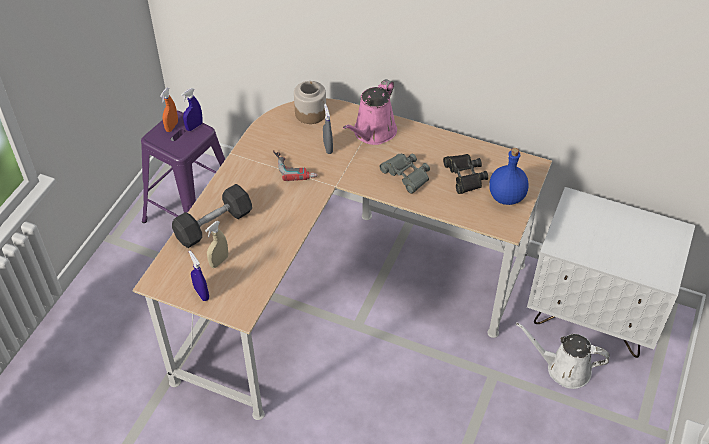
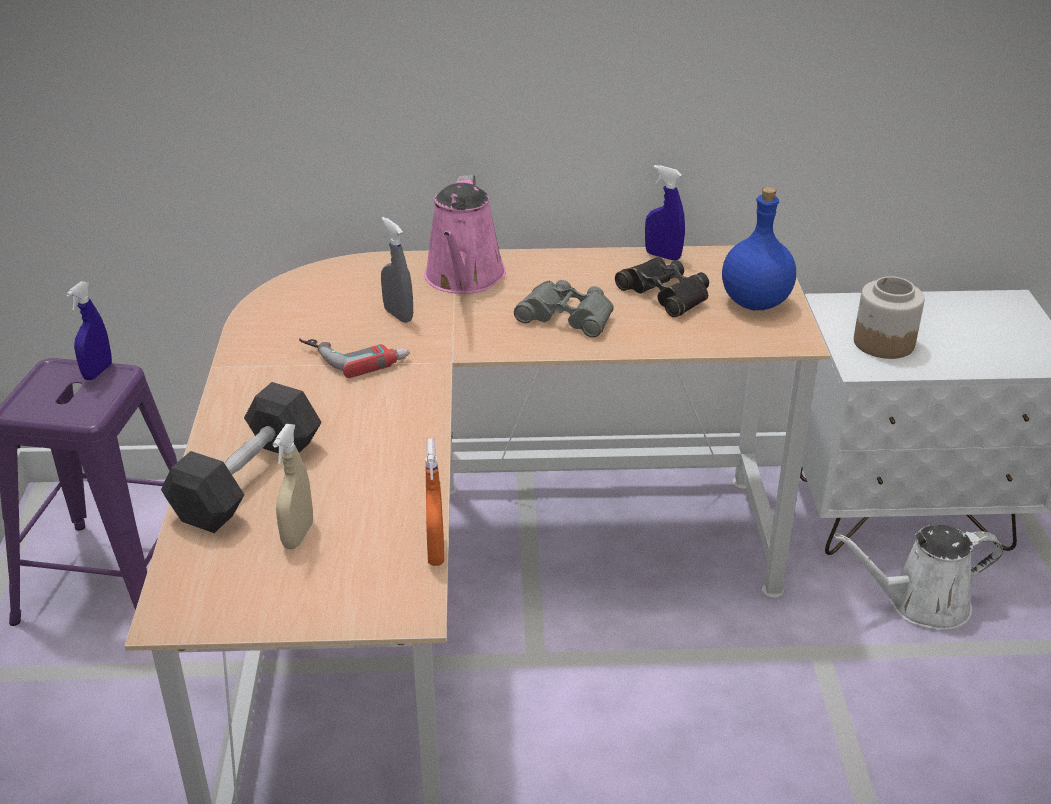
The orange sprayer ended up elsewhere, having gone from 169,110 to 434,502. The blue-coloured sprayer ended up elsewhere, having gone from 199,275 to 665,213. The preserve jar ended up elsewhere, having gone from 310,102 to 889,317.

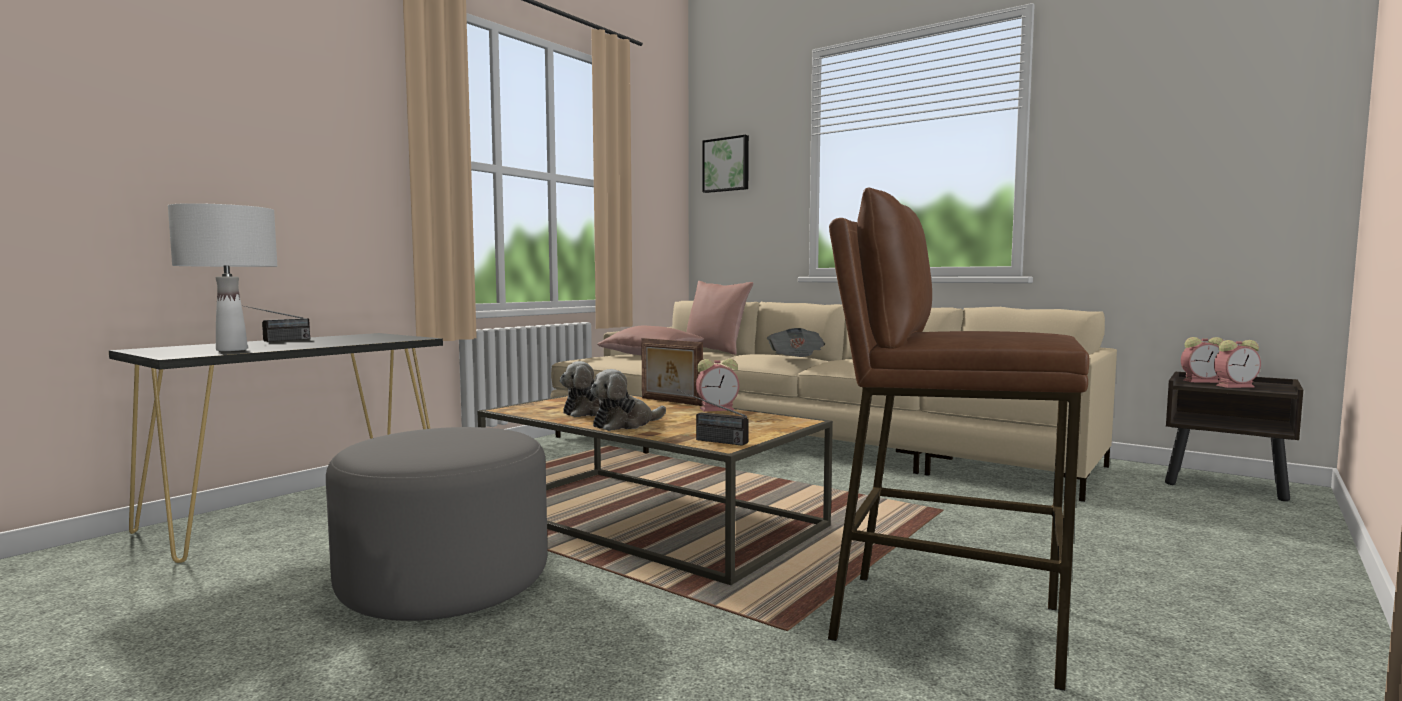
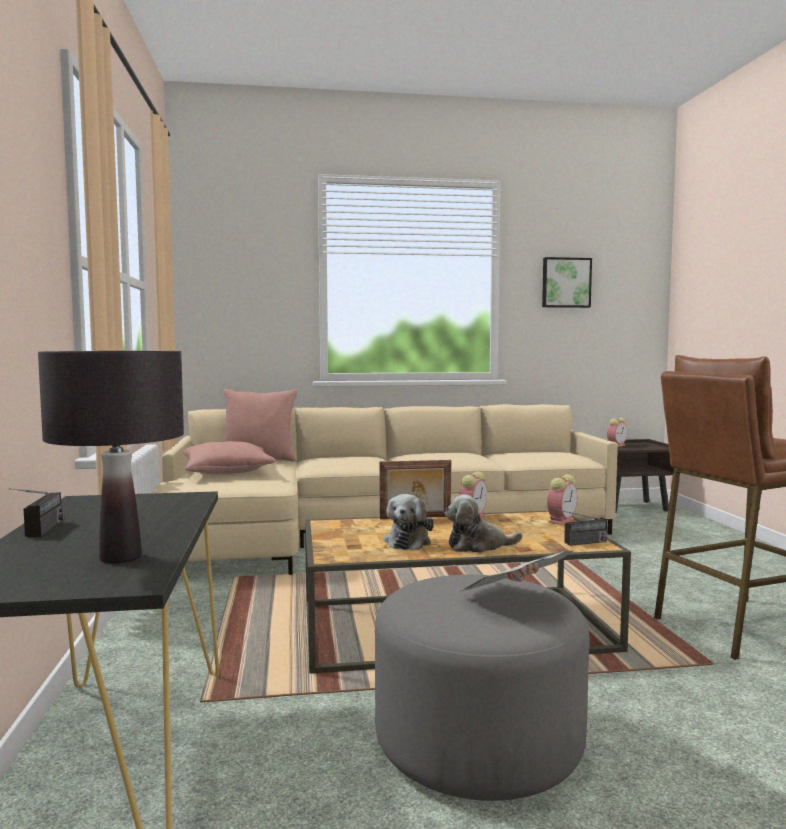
What was the whitish table lamp at 222,277 turned into the blackish table lamp at 111,457. The soft toy at 628,400 ended up facing another way, 75 degrees clockwise from before. The wall art ended up elsewhere, having gone from 726,164 to 567,282. The daily paper ended up elsewhere, having gone from 796,342 to 517,571. The alarm clock ended up elsewhere, having gone from 1237,364 to 562,499.

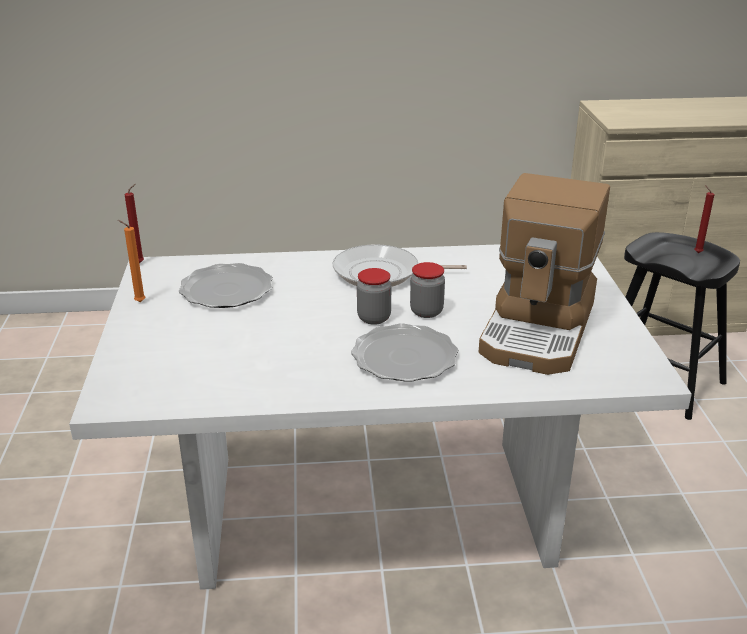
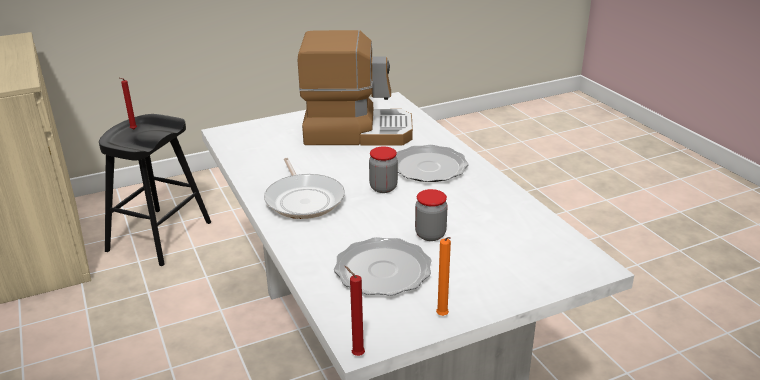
The preserve jar ended up elsewhere, having gone from 427,290 to 431,215.

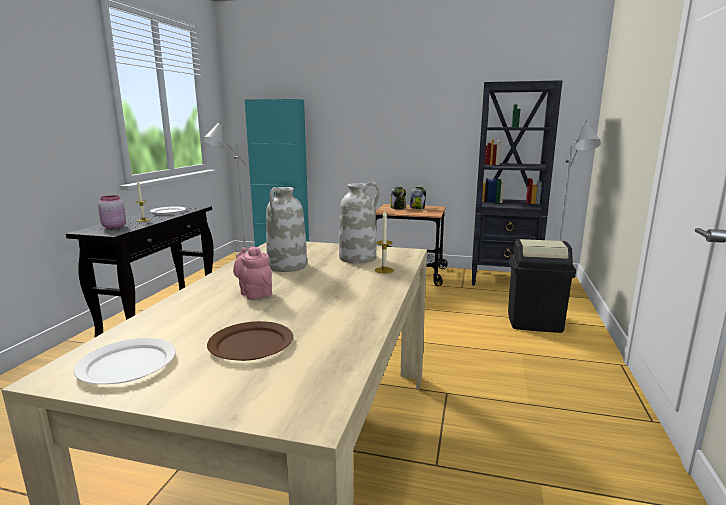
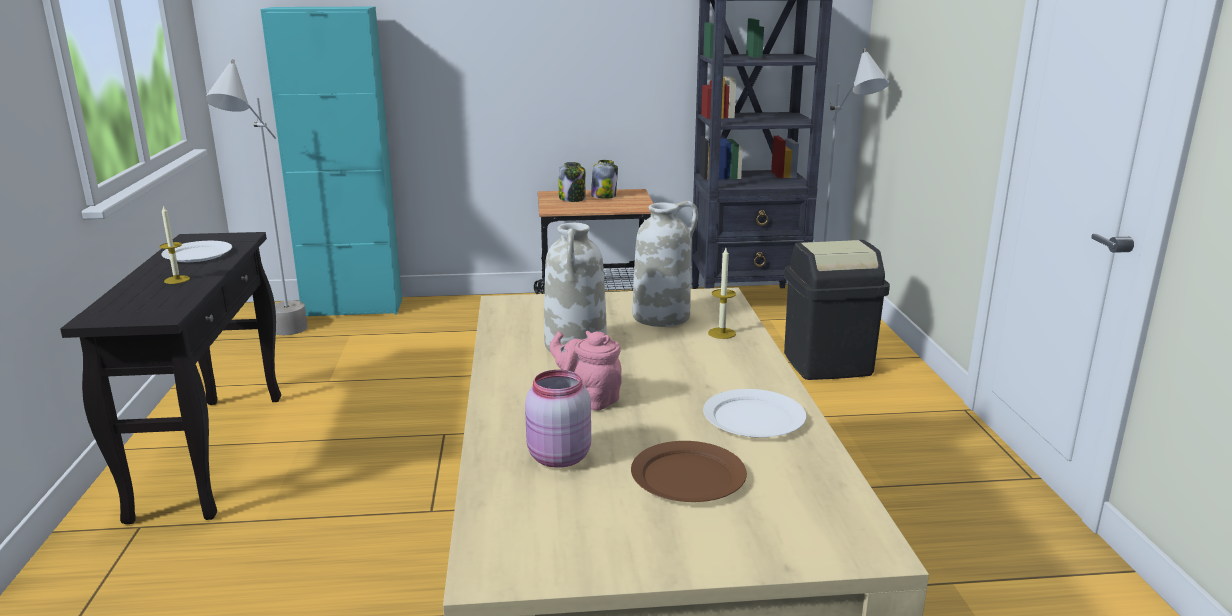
The whitish flat dish ended up elsewhere, having gone from 125,361 to 754,413. The pink preserve jar ended up elsewhere, having gone from 112,212 to 558,419.

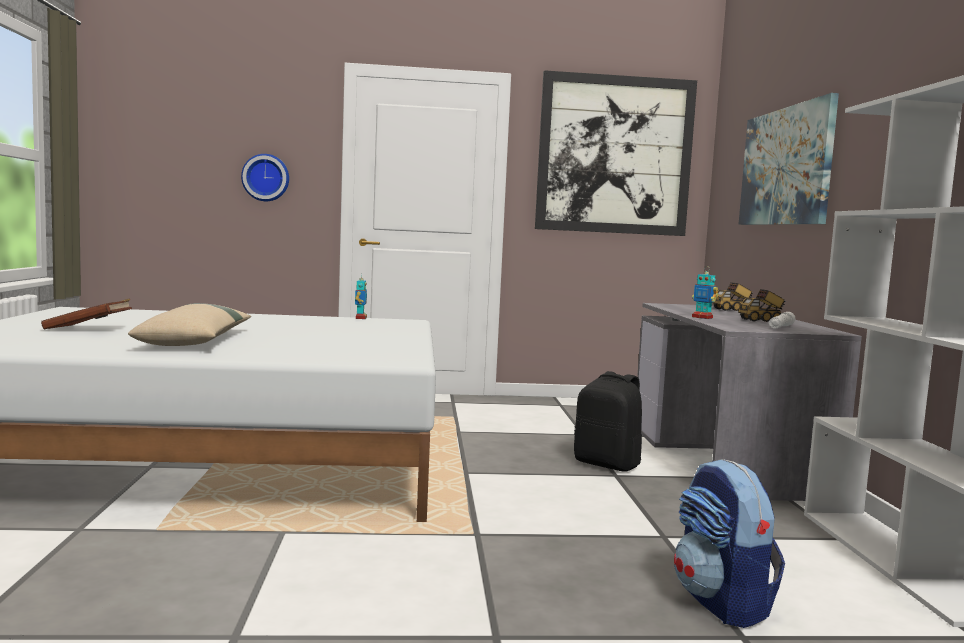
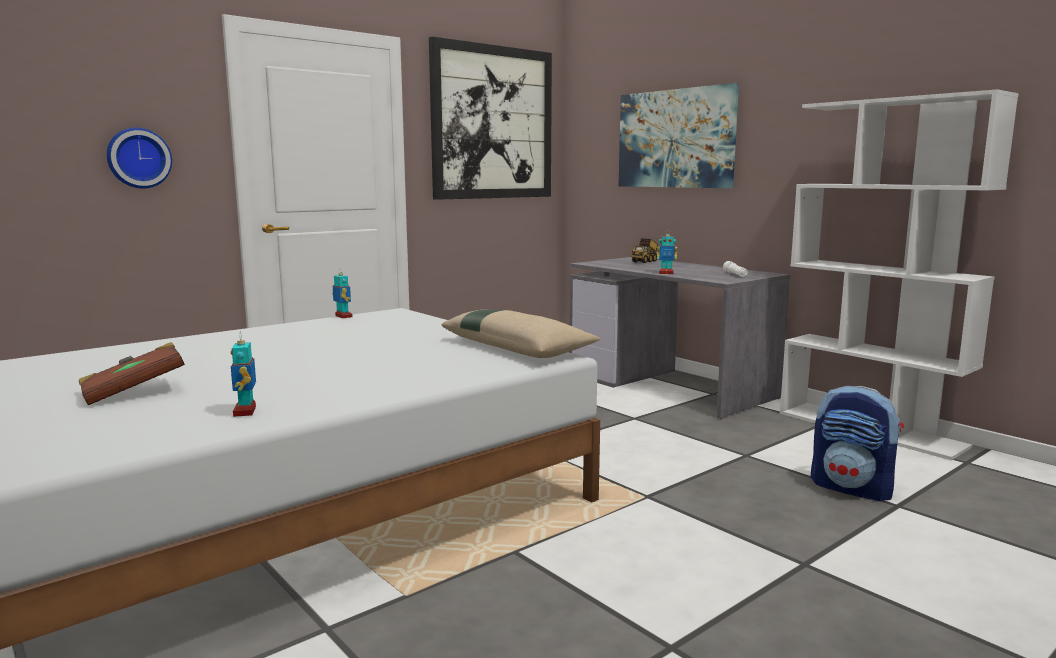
The beige cushion ended up elsewhere, having gone from 189,324 to 521,333. The second view lost the blackish backpack at 608,421. The second view lost the toy lorry at 762,305. The second view gained the model robot at 243,378.

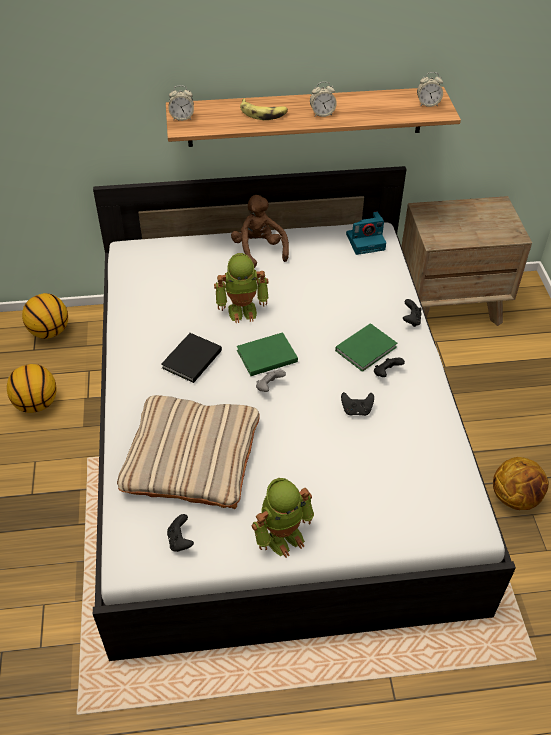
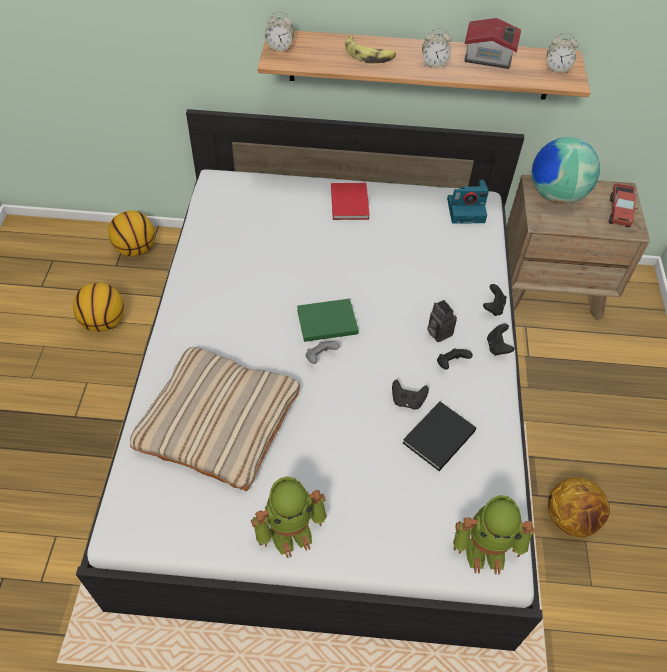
The blackish bound book ended up elsewhere, having gone from 191,358 to 439,436. The blackish game controller ended up elsewhere, having gone from 180,533 to 501,340. The model robot ended up elsewhere, having gone from 241,288 to 494,535. Where the brownish soft toy stood at 260,231, the red bound book came to stand at 350,201. Where the green-coloured bound book stood at 366,347, the still camera came to stand at 442,321. The second view gained the toy house at 492,43. The second view gained the globe at 566,170. The second view gained the toy lorry at 623,205.

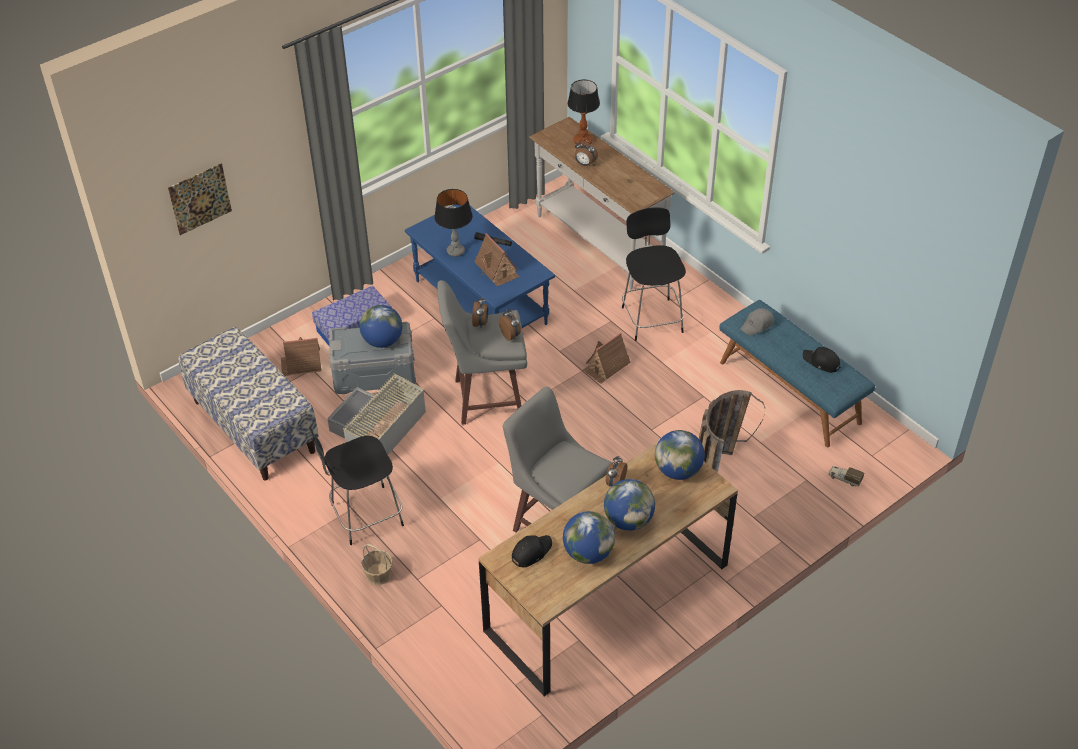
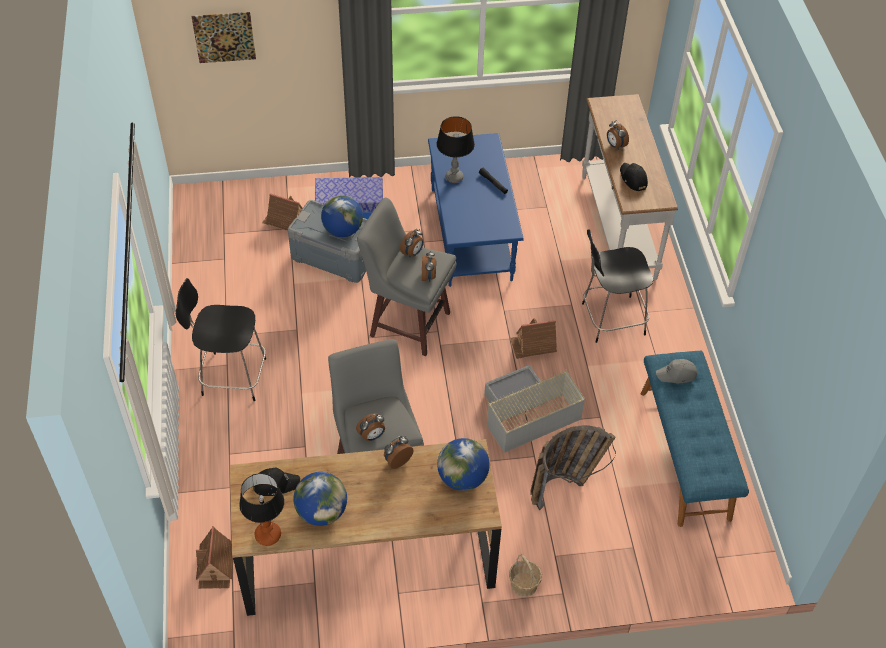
The second view lost the indoor bench at 248,404. The gray storage box ended up elsewhere, having gone from 376,414 to 534,409. The storage basket ended up elsewhere, having gone from 377,564 to 525,575. The toy house ended up elsewhere, having gone from 497,260 to 215,557. The table lamp ended up elsewhere, having gone from 583,112 to 261,509. The second view lost the globe at 629,505. The blackish upright chair at 654,274 ended up facing another way, 120 degrees counterclockwise from before. The blackish baseball cap ended up elsewhere, having gone from 822,360 to 634,177. The second view lost the toy lorry at 846,476. The second view gained the alarm clock at 370,427.

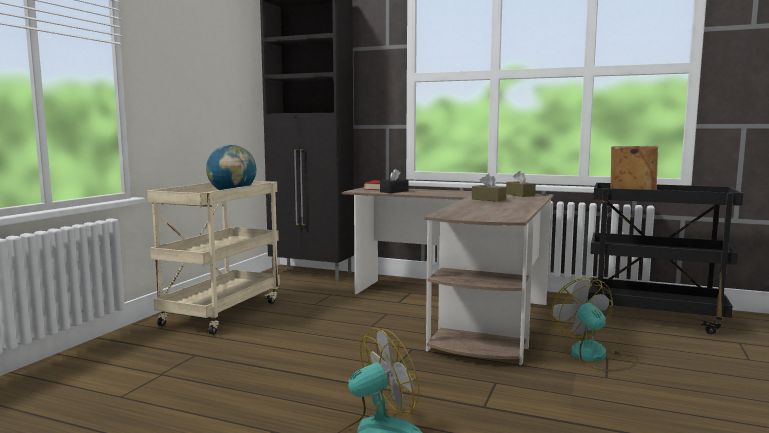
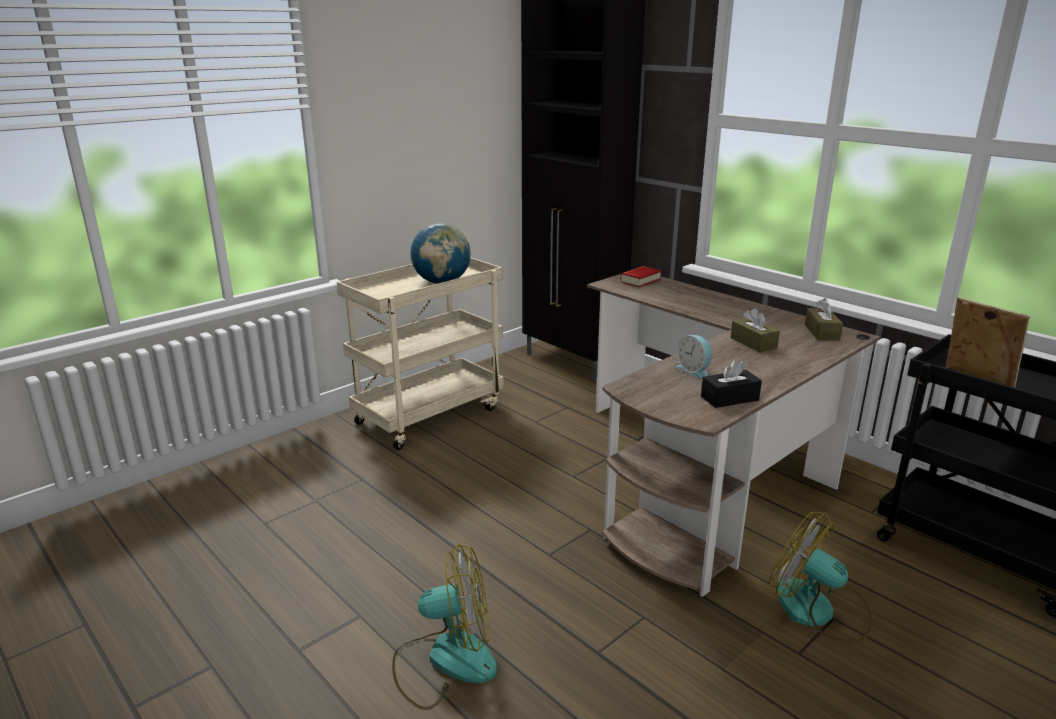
The blackish tissue holder ended up elsewhere, having gone from 394,181 to 731,383. The cooling fan at 595,325 ended up facing another way, 60 degrees counterclockwise from before. The second view gained the alarm clock at 694,357.

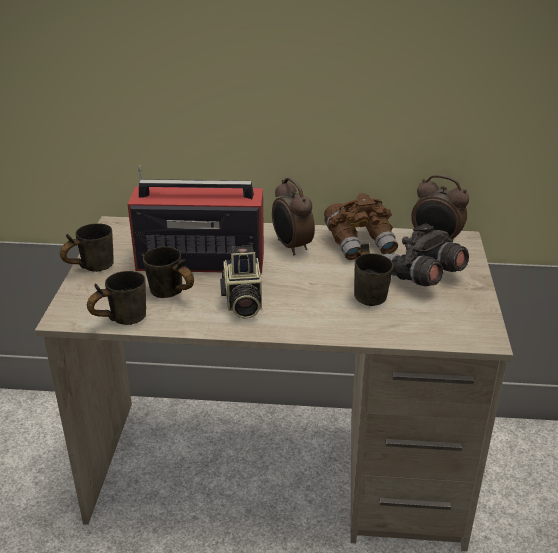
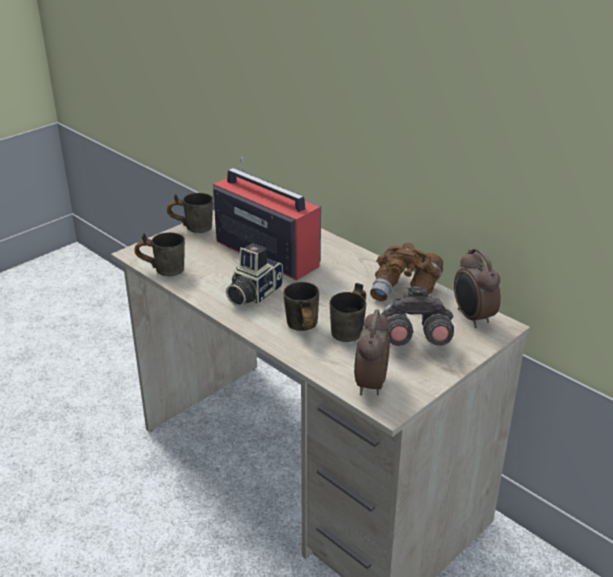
The gray tea mug ended up elsewhere, having gone from 168,272 to 301,306. The alarm clock ended up elsewhere, having gone from 293,216 to 372,352.

